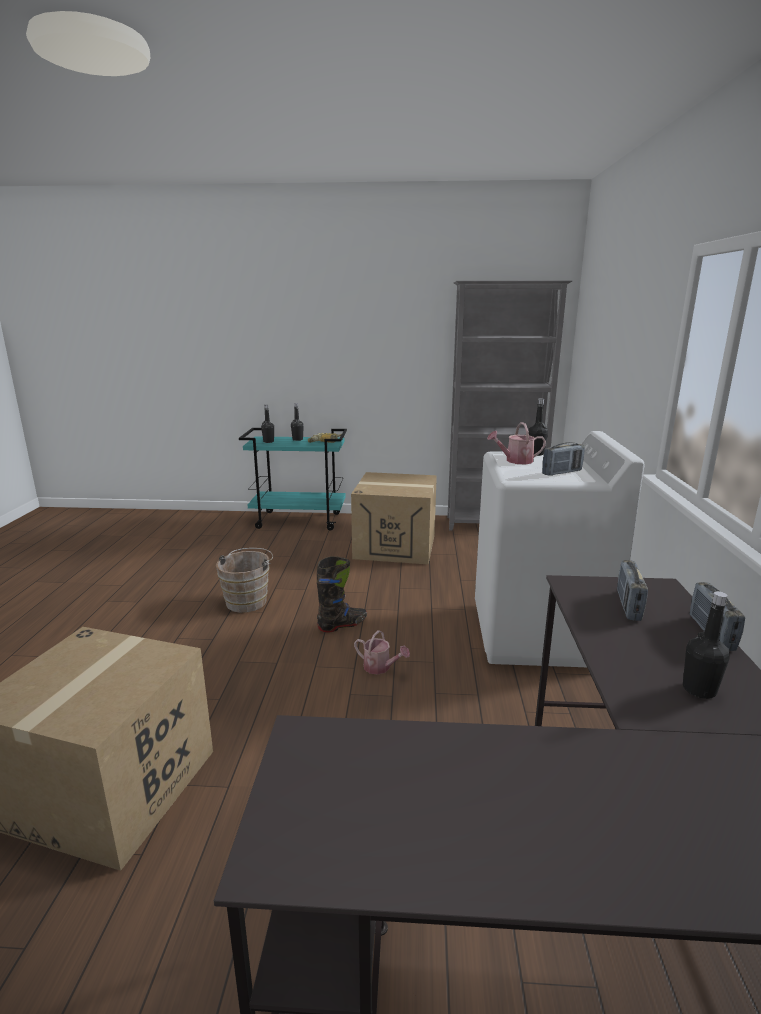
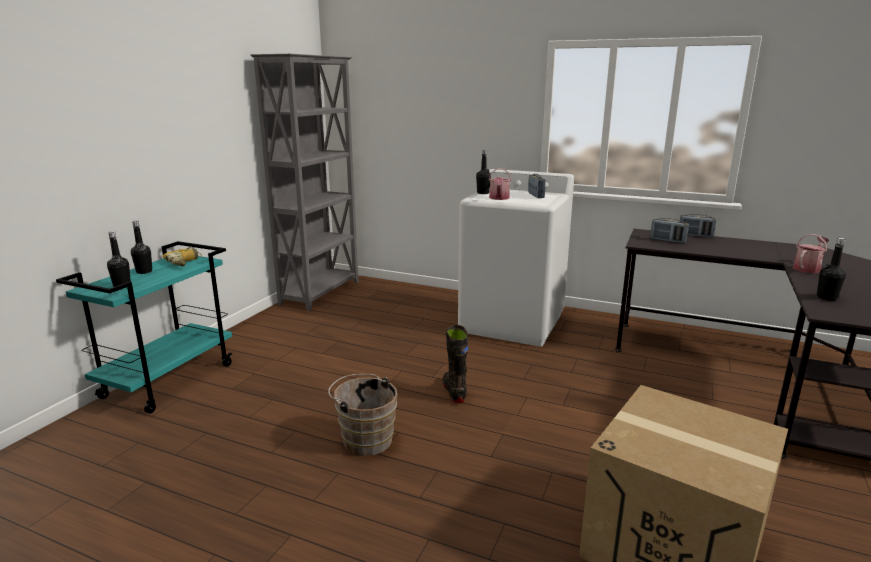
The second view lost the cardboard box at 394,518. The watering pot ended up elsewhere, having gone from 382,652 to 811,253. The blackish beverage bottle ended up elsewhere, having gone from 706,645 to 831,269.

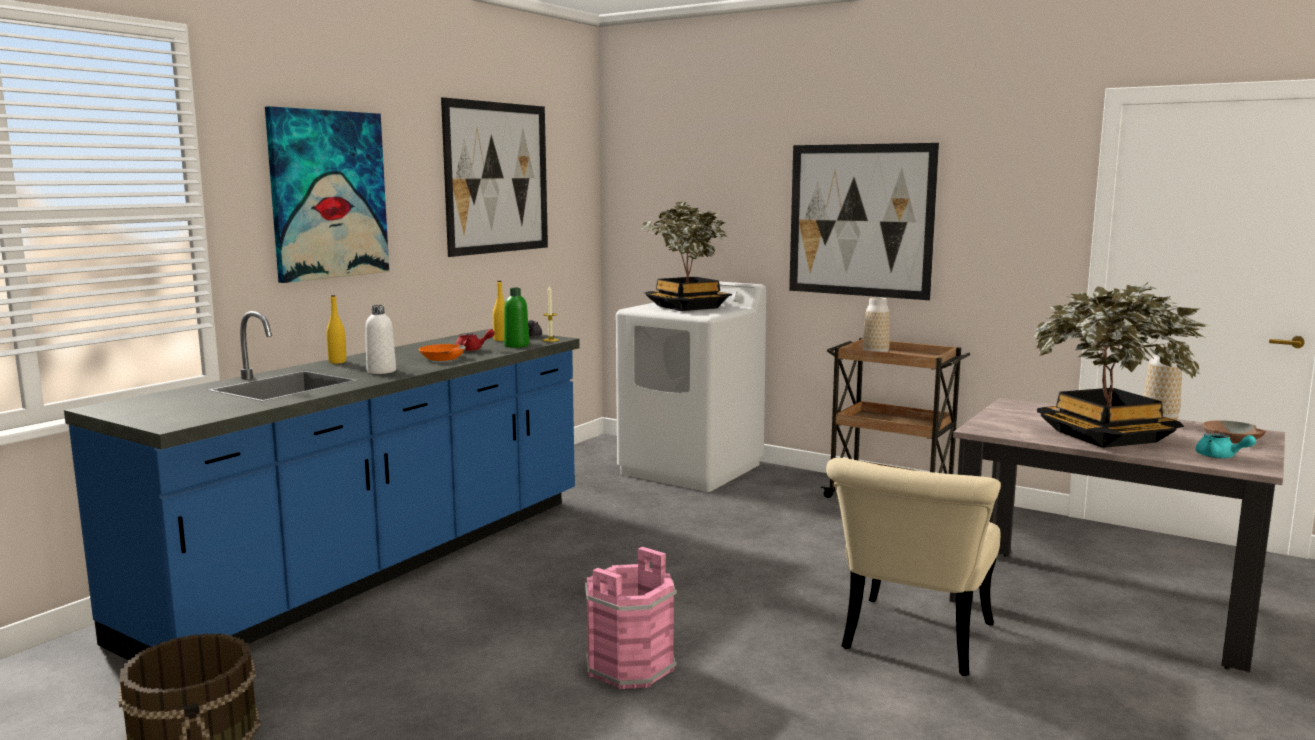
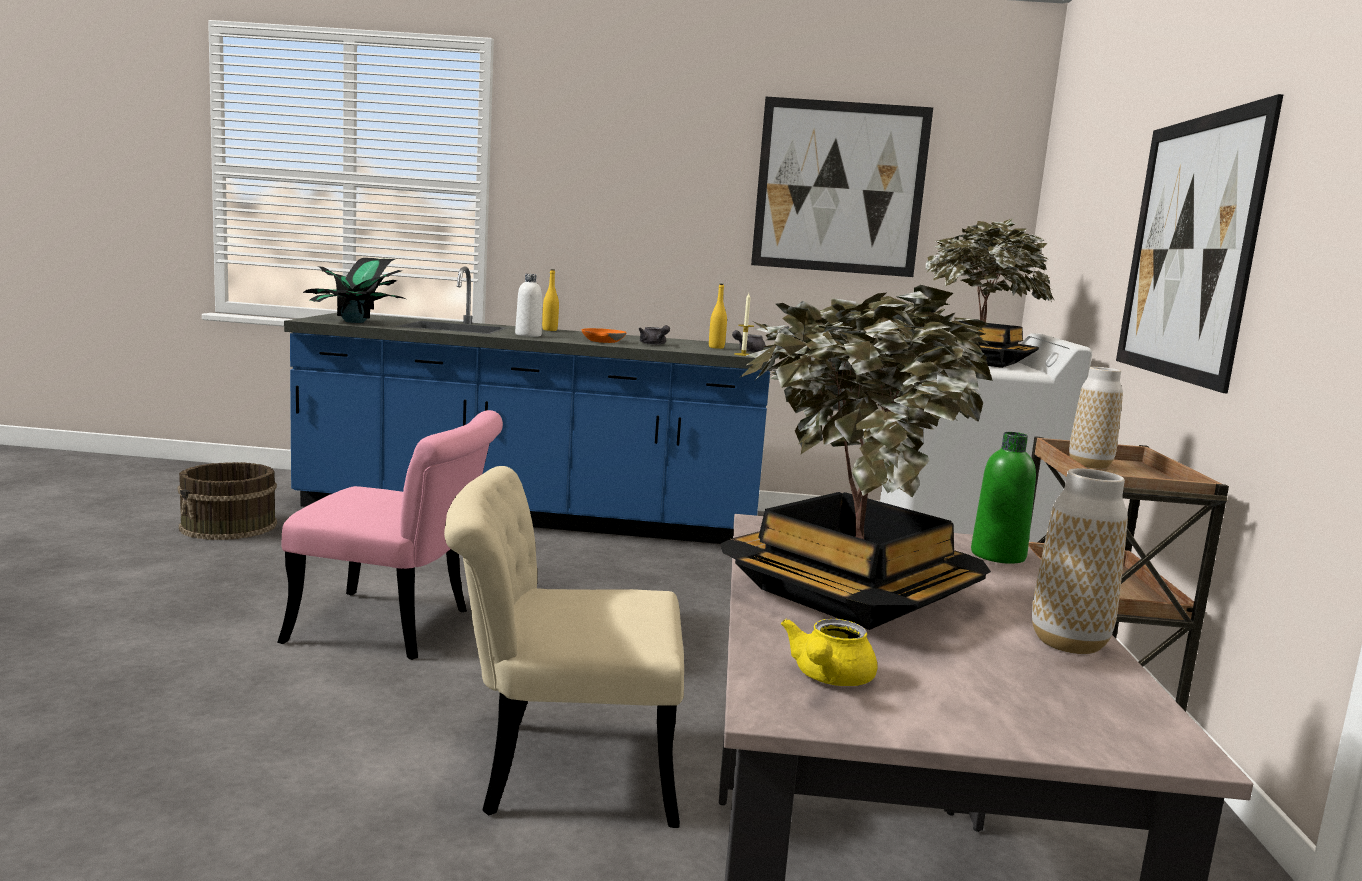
The second view lost the wall art at 327,194. What was the red pot for tea at 475,340 turned into the gray pot for tea at 654,335. The green-coloured beverage bottle ended up elsewhere, having gone from 516,318 to 1003,498. Where the pink bucket stood at 631,618, the pink upright chair came to stand at 390,535. What was the turquoise pot for tea at 1226,445 turned into the yellowish pot for tea at 829,652. The second view lost the brownish deep dish at 1234,432. The second view gained the plant in a pot at 354,290.

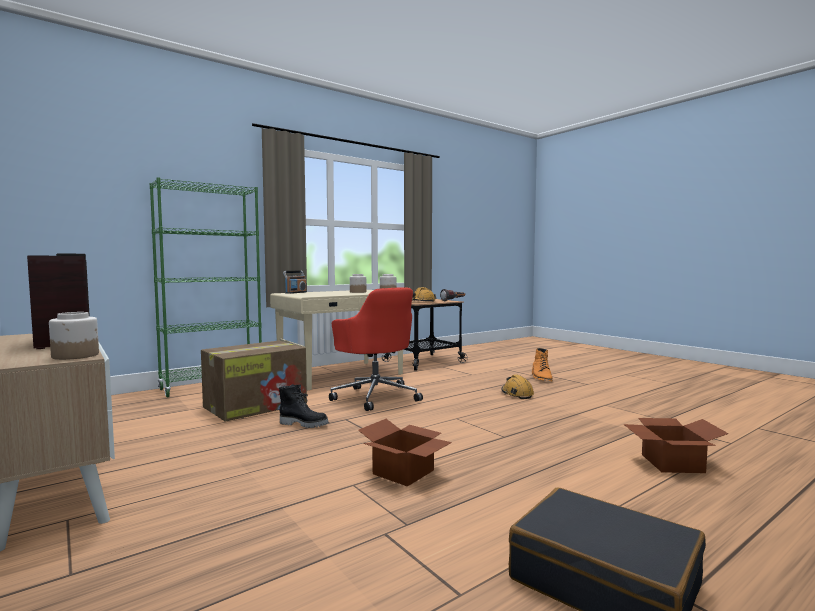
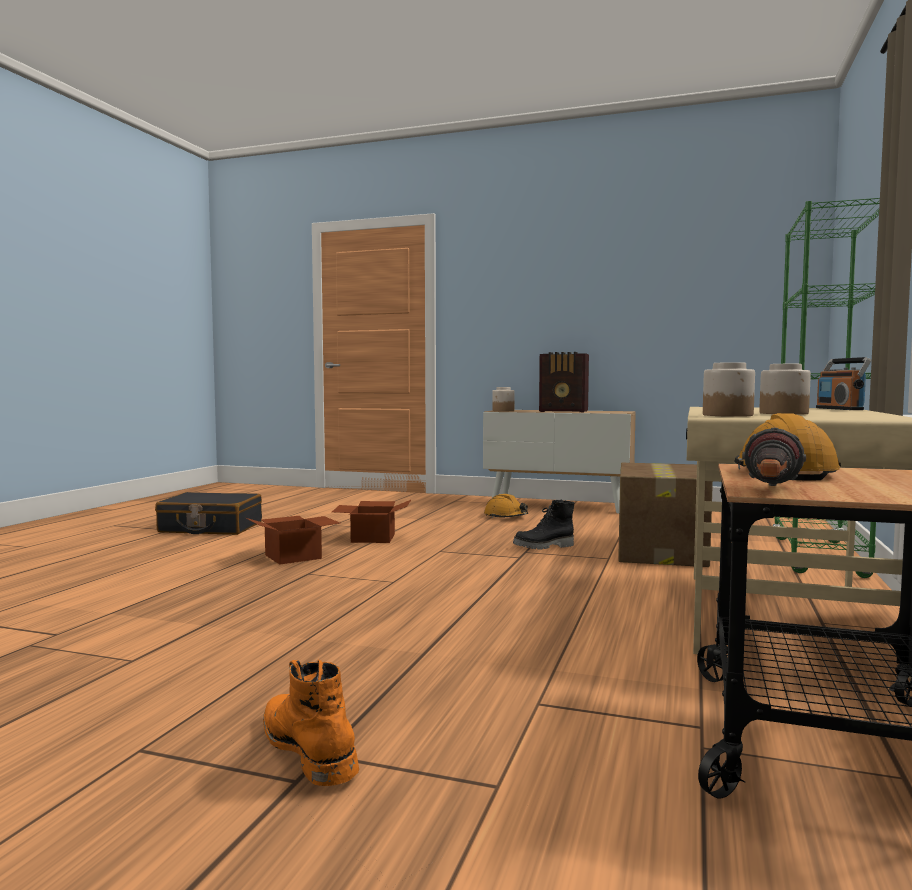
The second view lost the red office chair at 376,349. The orange work helmet ended up elsewhere, having gone from 517,386 to 506,506. The cardboard box ended up elsewhere, having gone from 676,445 to 293,540.

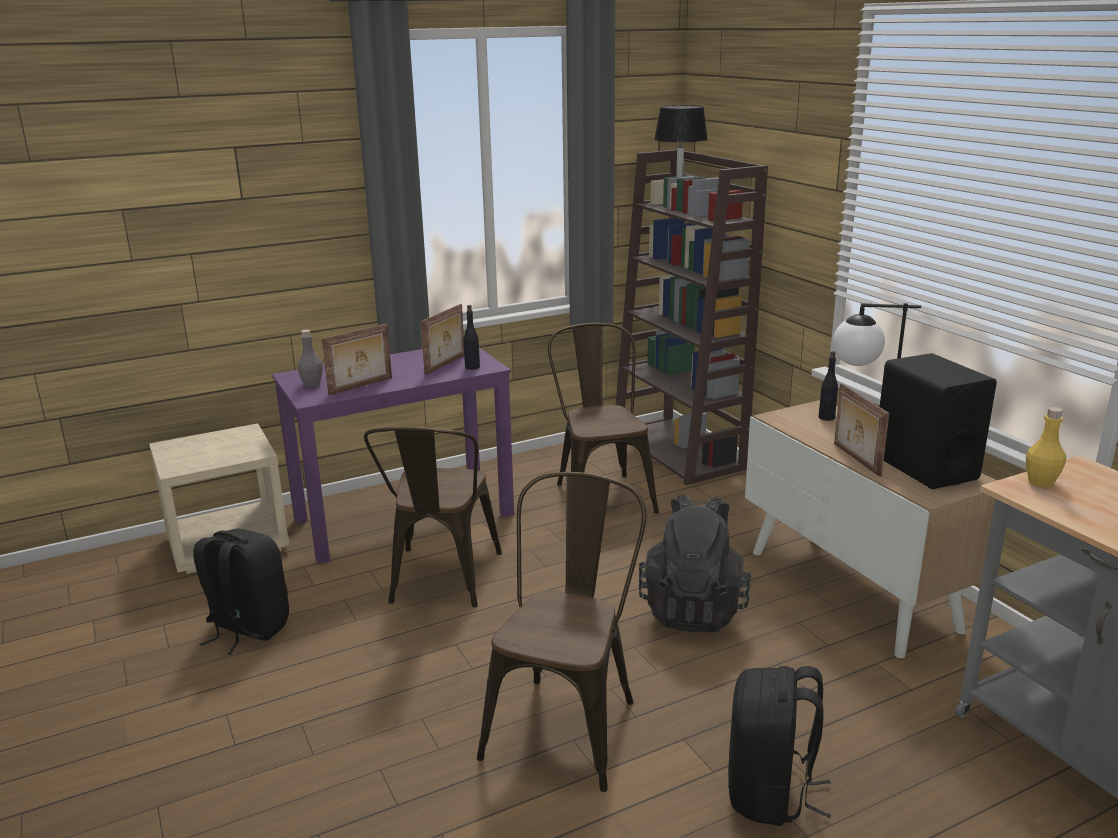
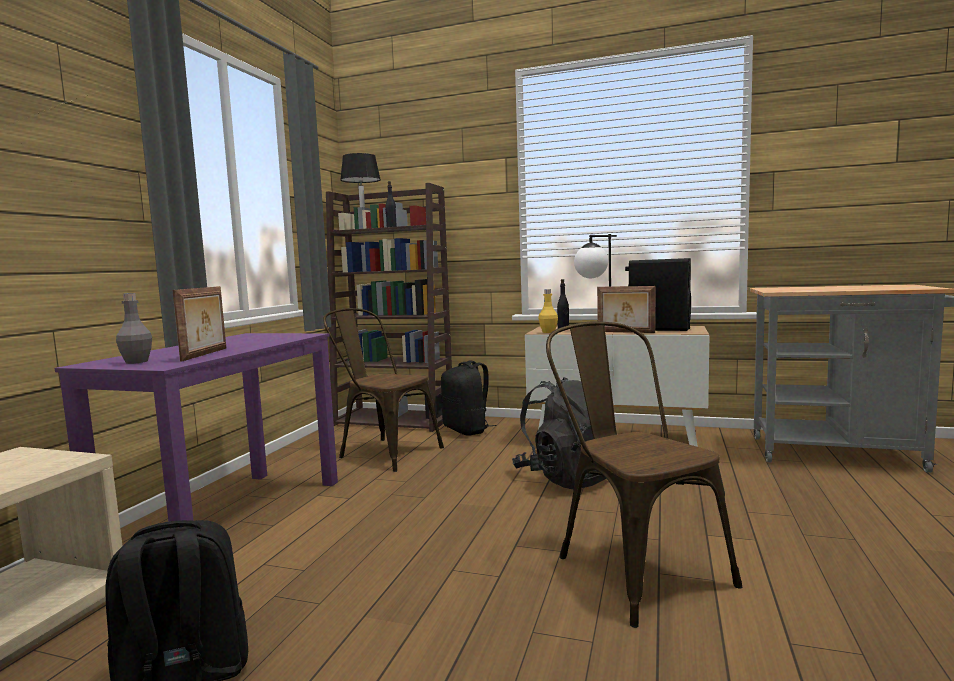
The second view lost the brownish upright chair at 433,517. The second view lost the photo frame at 442,339. The blackish beverage bottle ended up elsewhere, having gone from 472,337 to 391,204. The blackish backpack ended up elsewhere, having gone from 779,746 to 469,398. The yellowish beverage bottle ended up elsewhere, having gone from 1046,447 to 548,311.

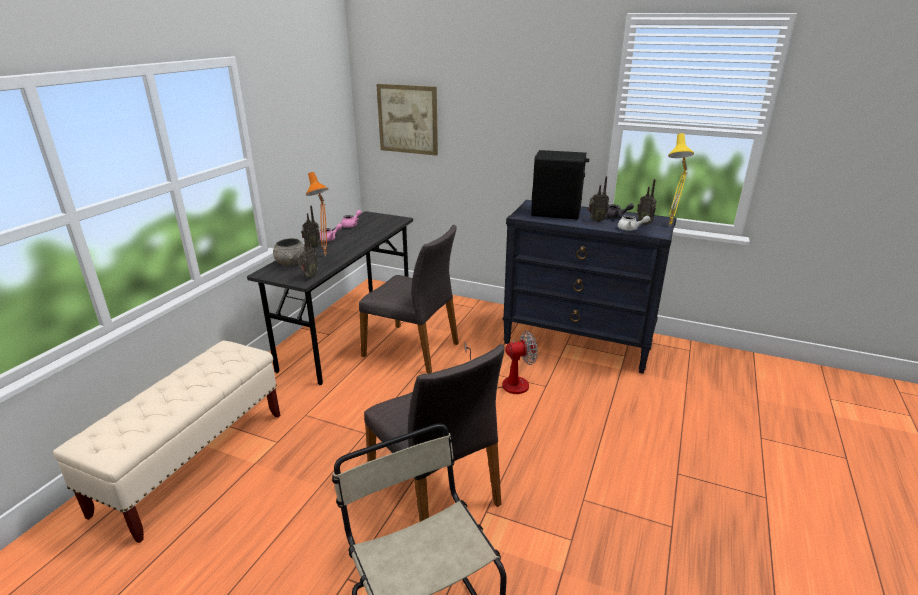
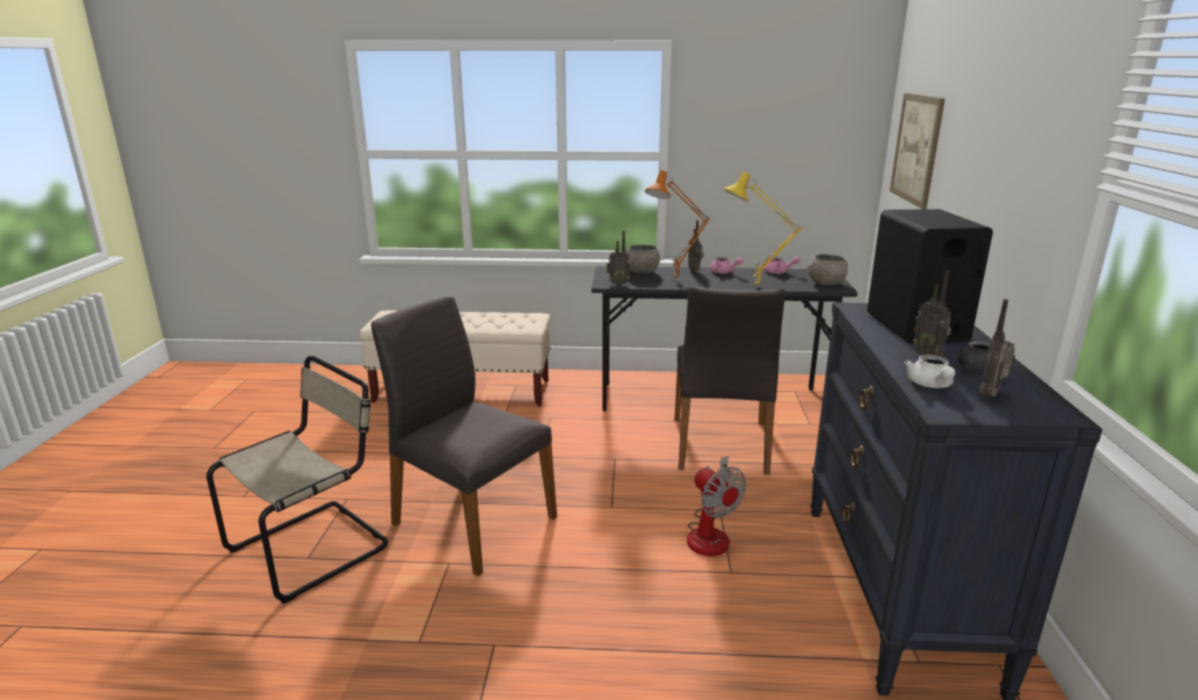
The gray upright chair at 434,433 ended up facing another way, 90 degrees clockwise from before. The yellowish table lamp ended up elsewhere, having gone from 681,179 to 763,229. The second view gained the gray deep dish at 827,269.

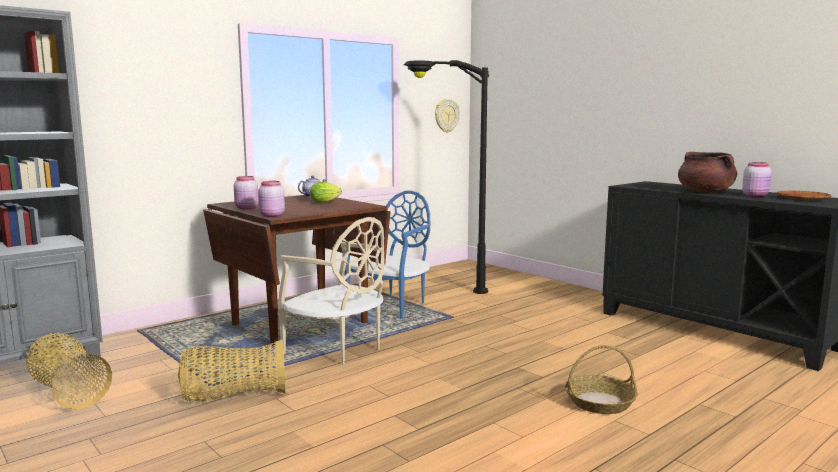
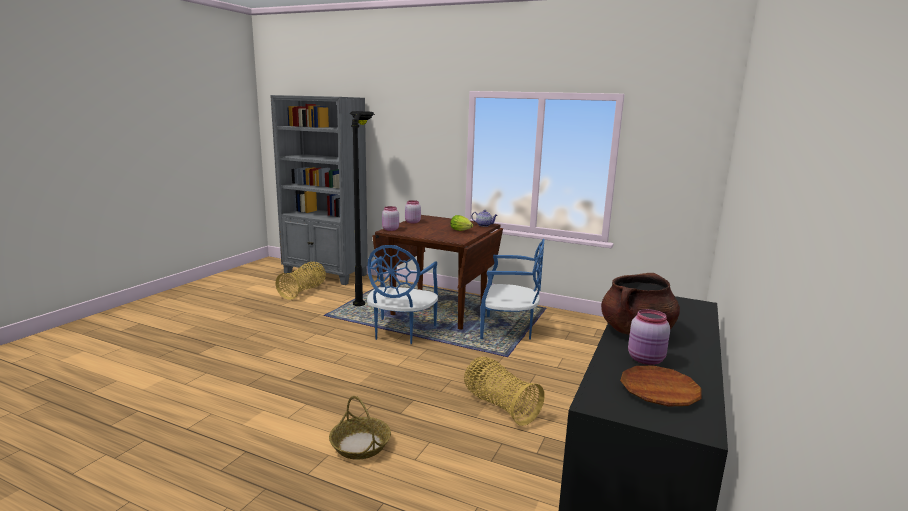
The storage basket ended up elsewhere, having gone from 231,370 to 504,391. What was the beige upright chair at 331,291 turned into the blue-coloured upright chair at 402,294. The blackish standing lamp ended up elsewhere, having gone from 446,177 to 362,208. The second view lost the wall clock at 447,116.

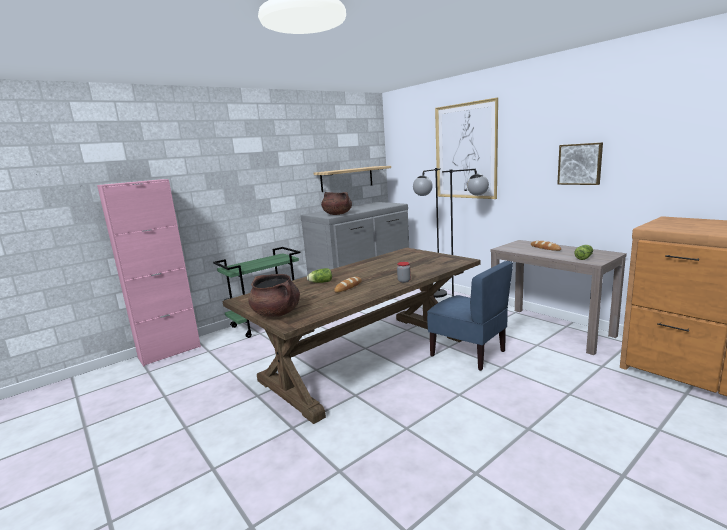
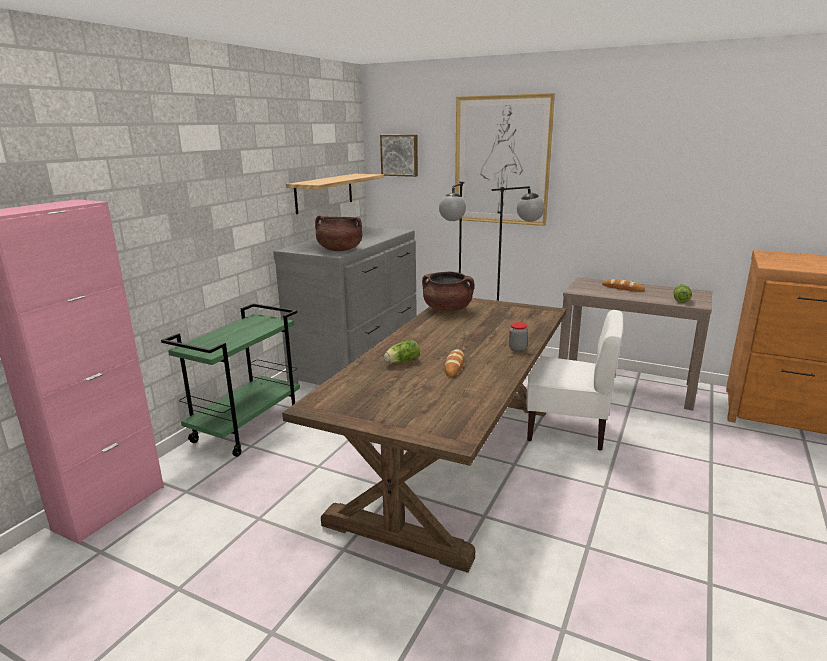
The brownish cooking pot ended up elsewhere, having gone from 274,295 to 448,292. What was the blue-coloured upright chair at 470,316 turned into the whitish upright chair at 575,380. The wall art ended up elsewhere, having gone from 580,163 to 399,156.

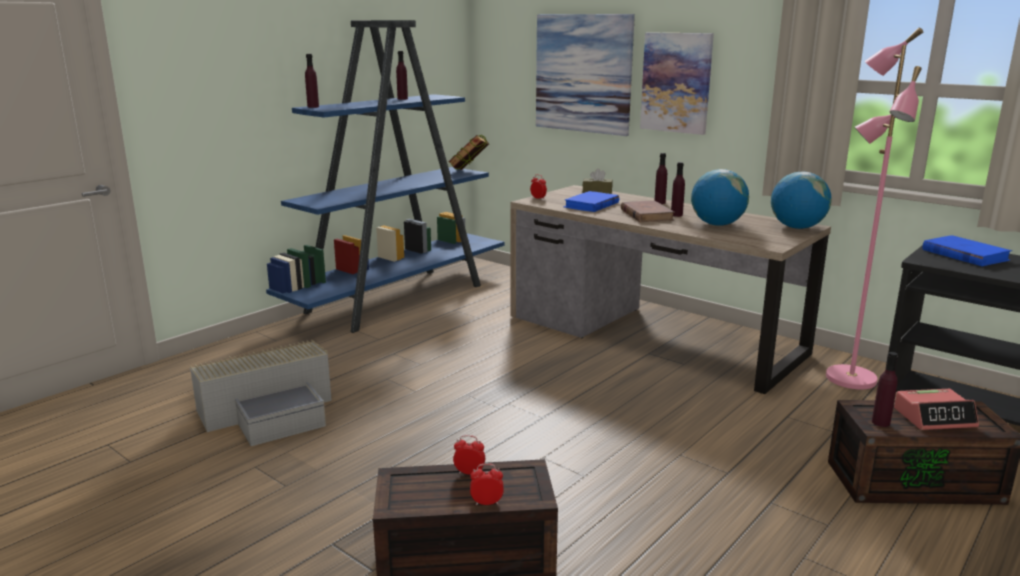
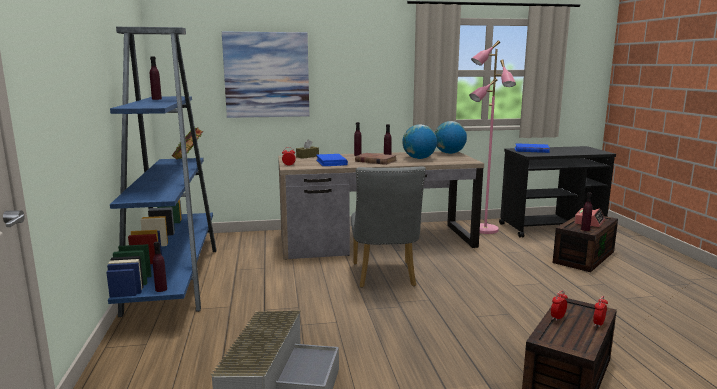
The purple beverage bottle ended up elsewhere, having gone from 312,81 to 160,267. The second view lost the wall art at 677,83. The second view gained the gray upright chair at 388,227.

